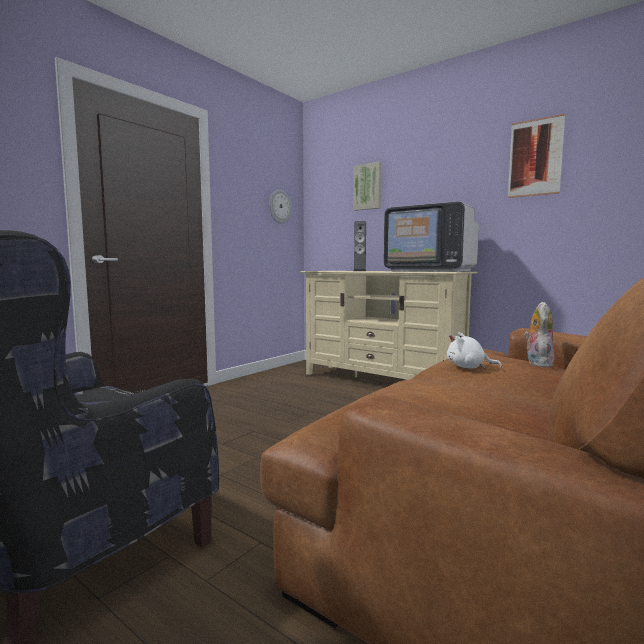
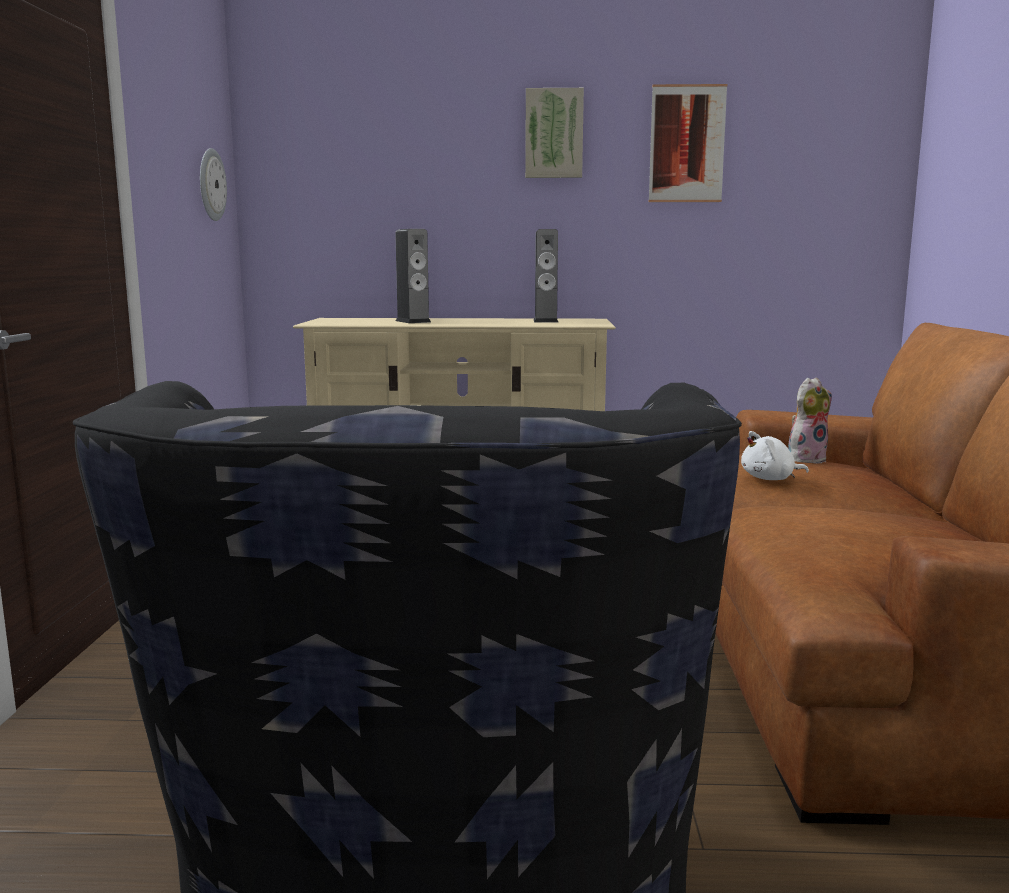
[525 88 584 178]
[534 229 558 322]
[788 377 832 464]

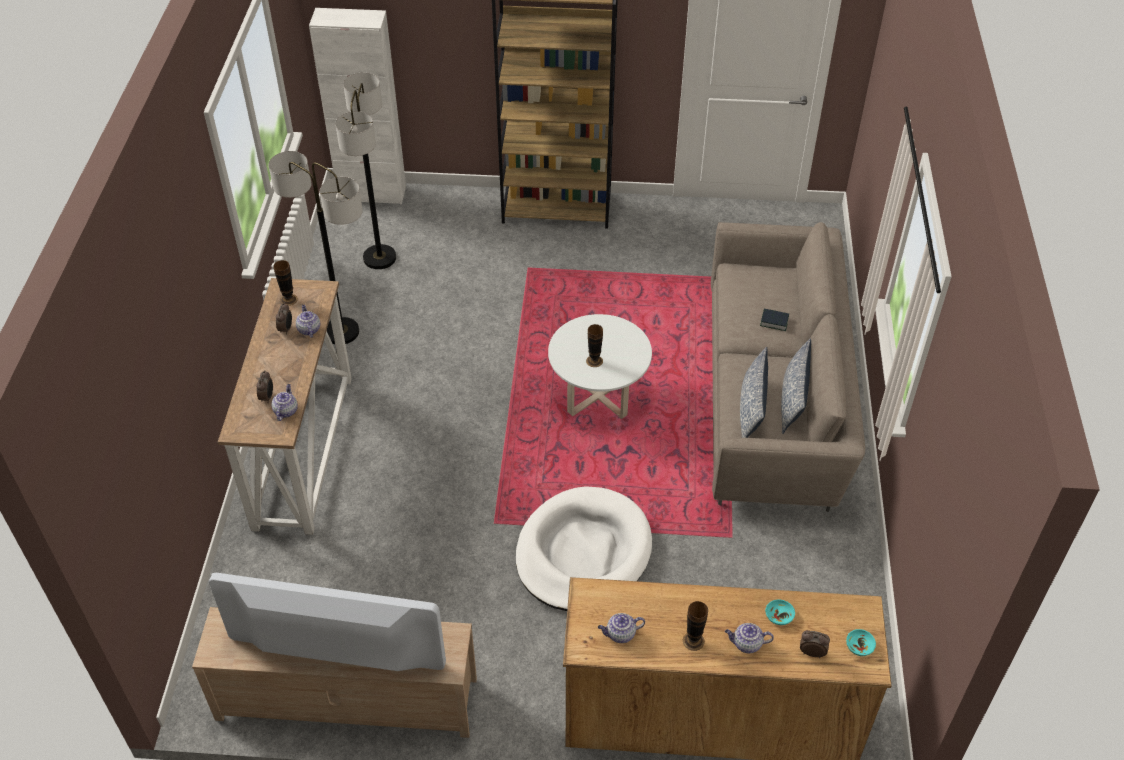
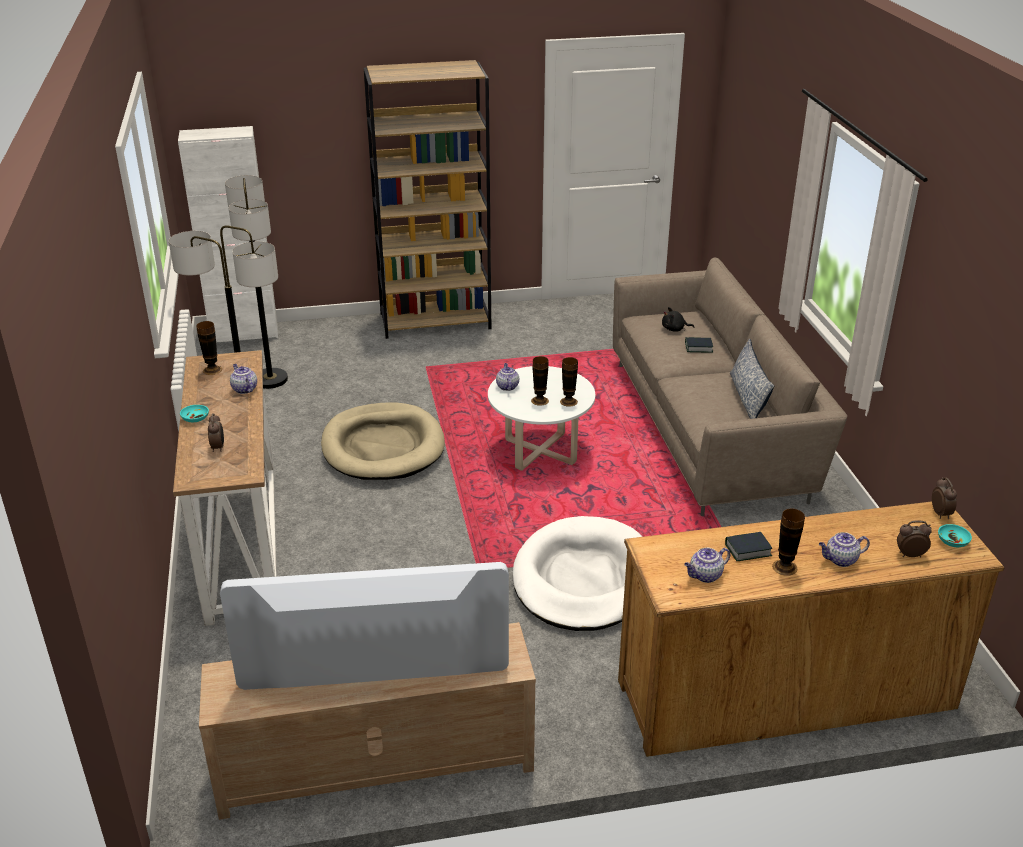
[932 477 957 519]
[740 347 768 438] (first image)
[496 363 519 391]
[180 405 209 422]
[662 307 694 332]
[560 357 578 407]
[321 403 445 480]
[725 532 772 561]

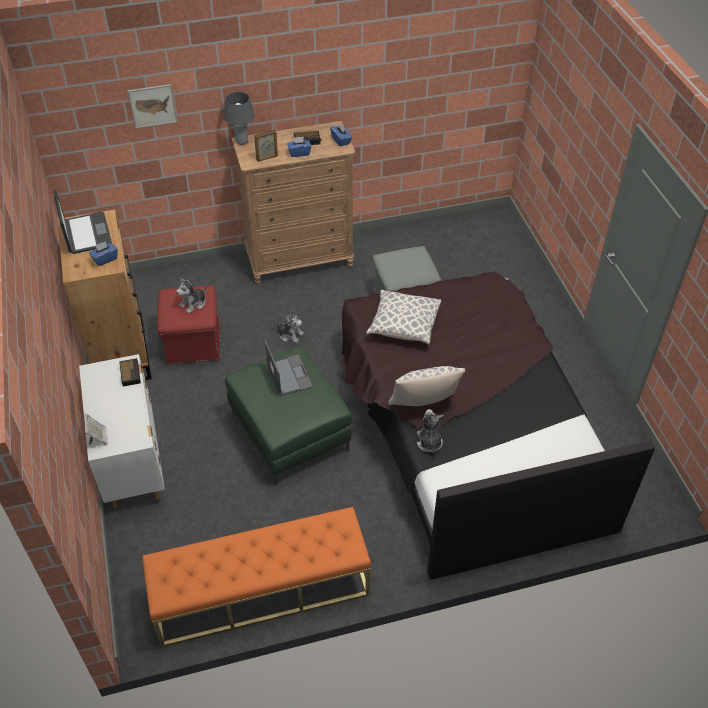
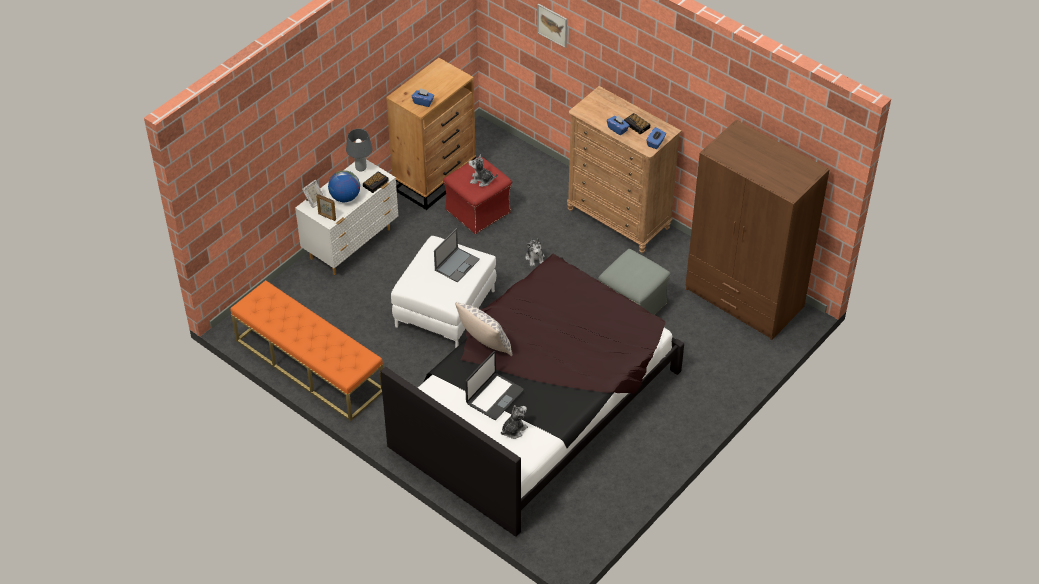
[346 129 373 172]
[316 194 336 221]
[465 351 523 420]
[366 290 441 345] (first image)
[391 236 496 348]
[501 405 528 439]
[685 120 830 340]
[328 170 360 202]

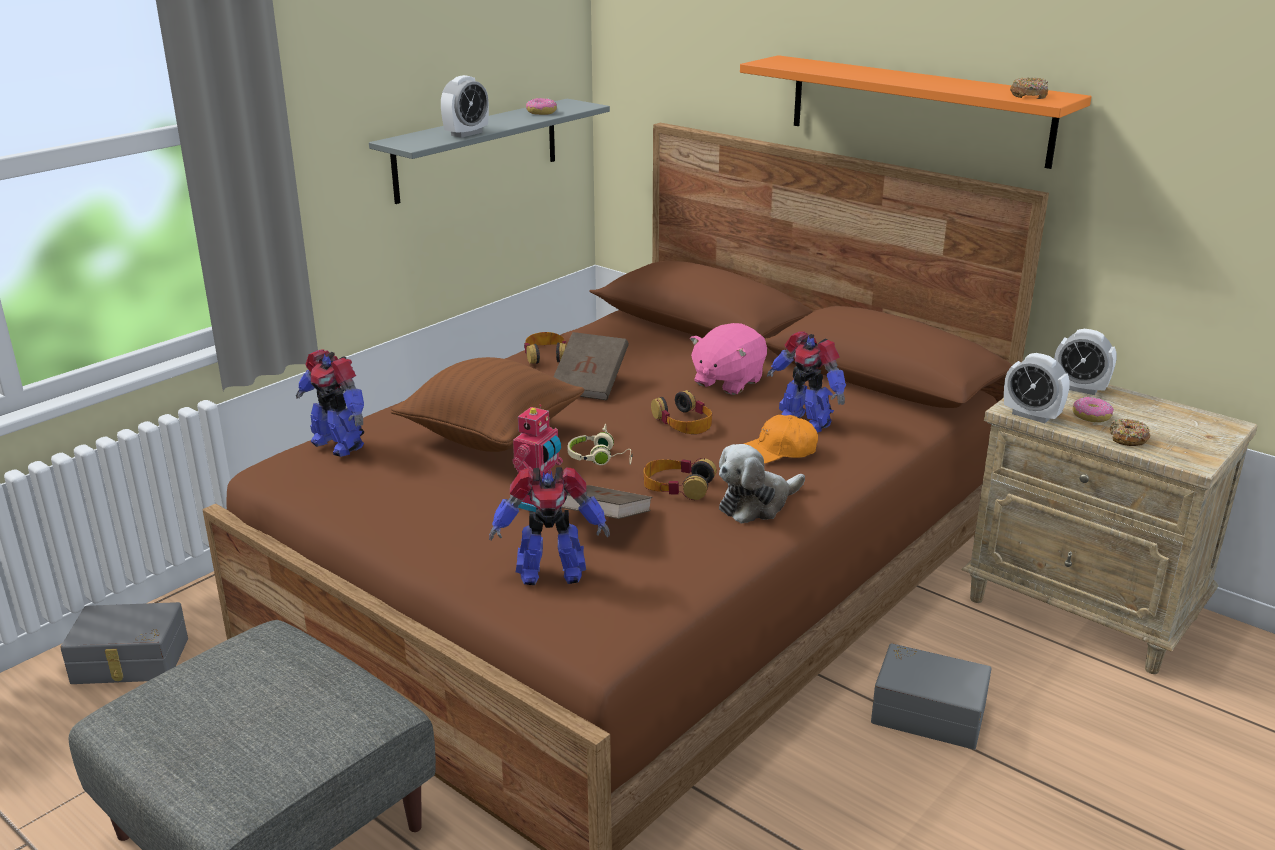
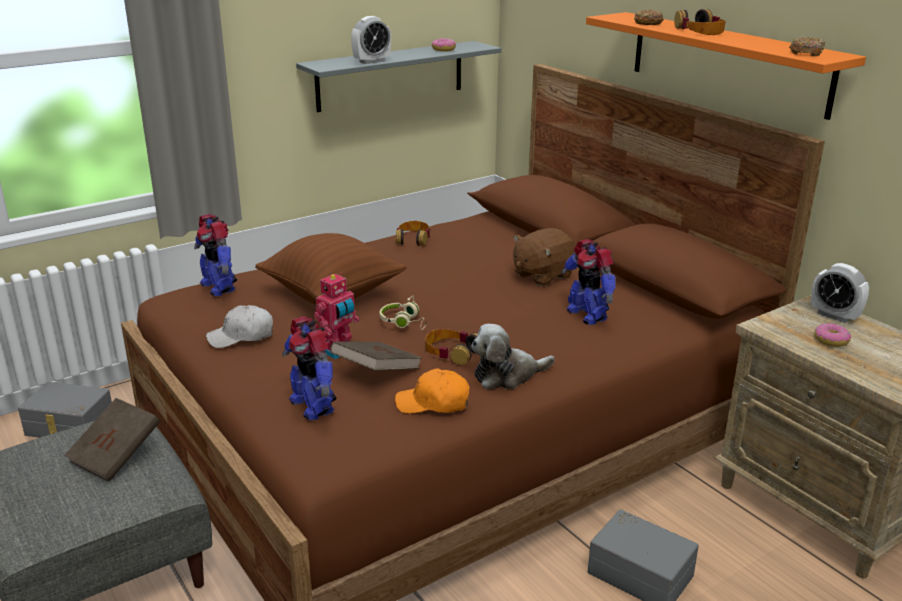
[513 228 576 286]
[64 398 160 482]
[1004 353 1070 423] (first image)
[674 9 726 35]
[395 368 469 414]
[634 10 664 25]
[282 316 336 420]
[206 305 273 348]

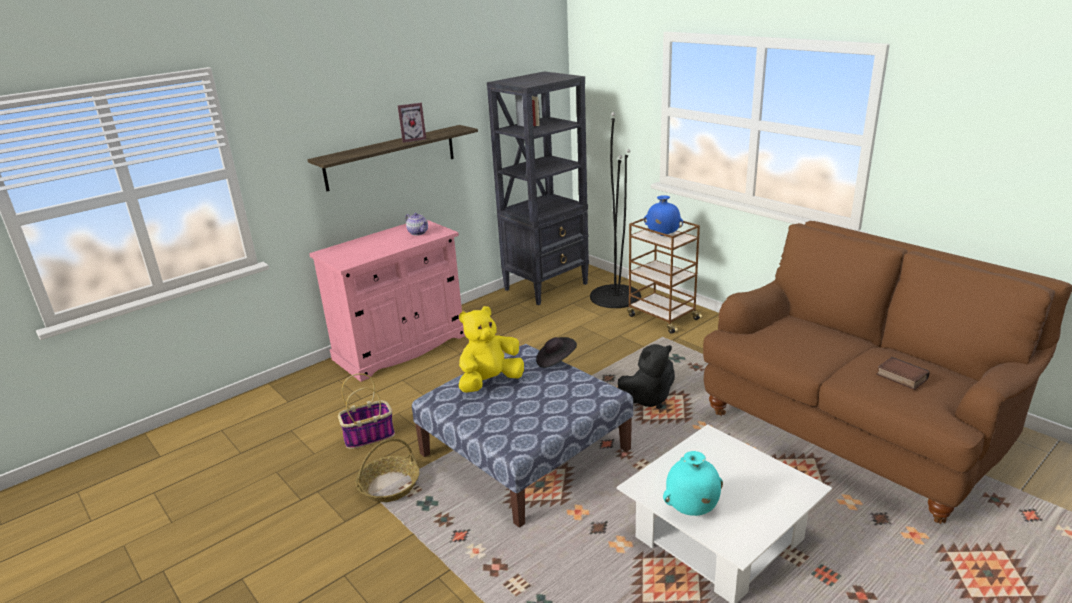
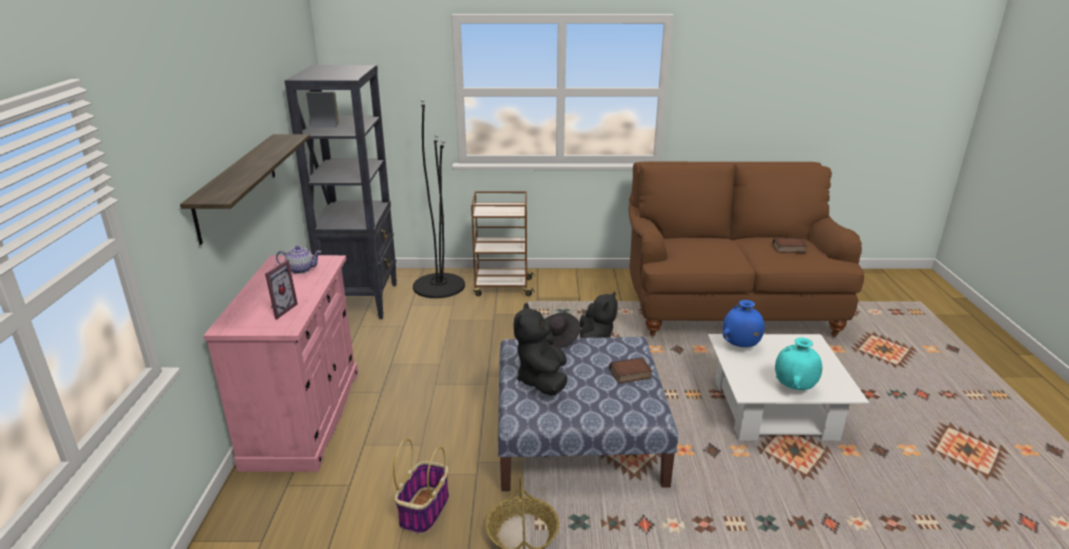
[265 260 298 319]
[723 300 765 347]
[514 303 567 396]
[609 357 652 383]

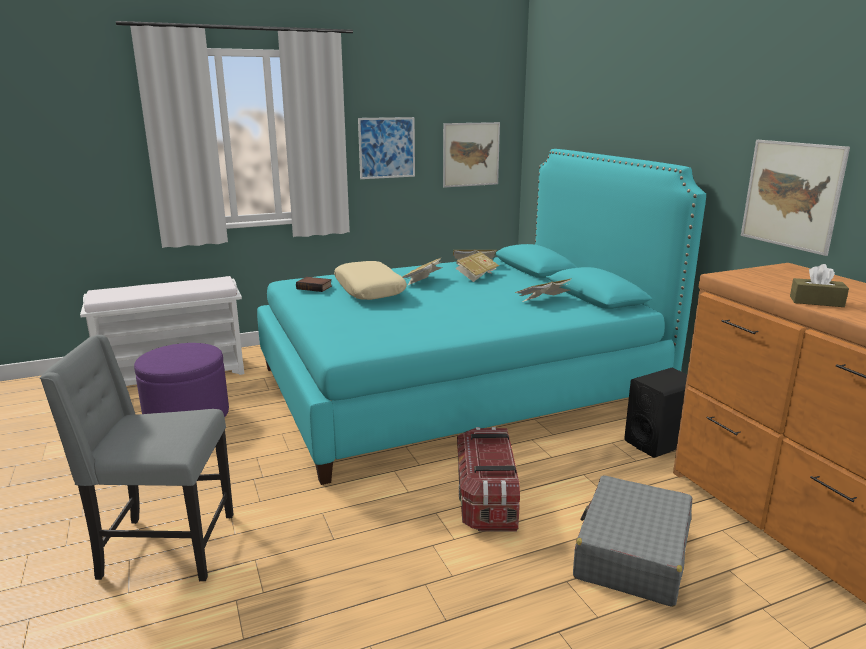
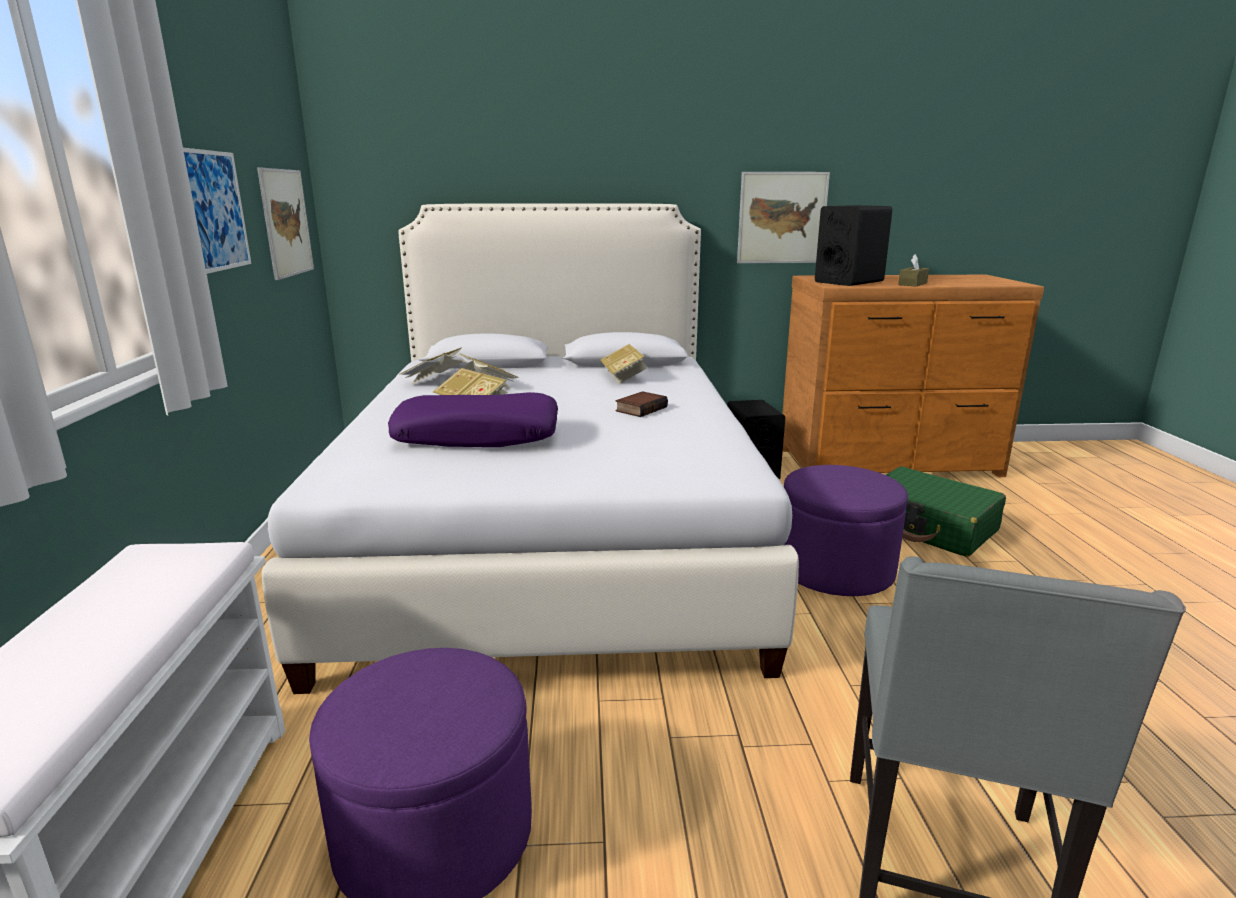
[261 203 799 694]
[388 392 558 447]
[616 391 668 417]
[784 465 908 596]
[887 466 1006 557]
[815 205 893 286]

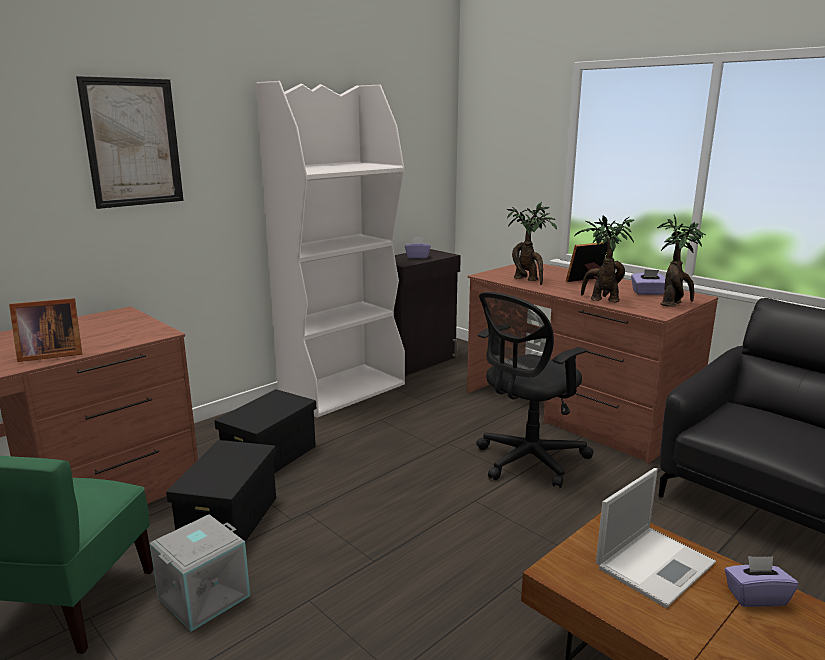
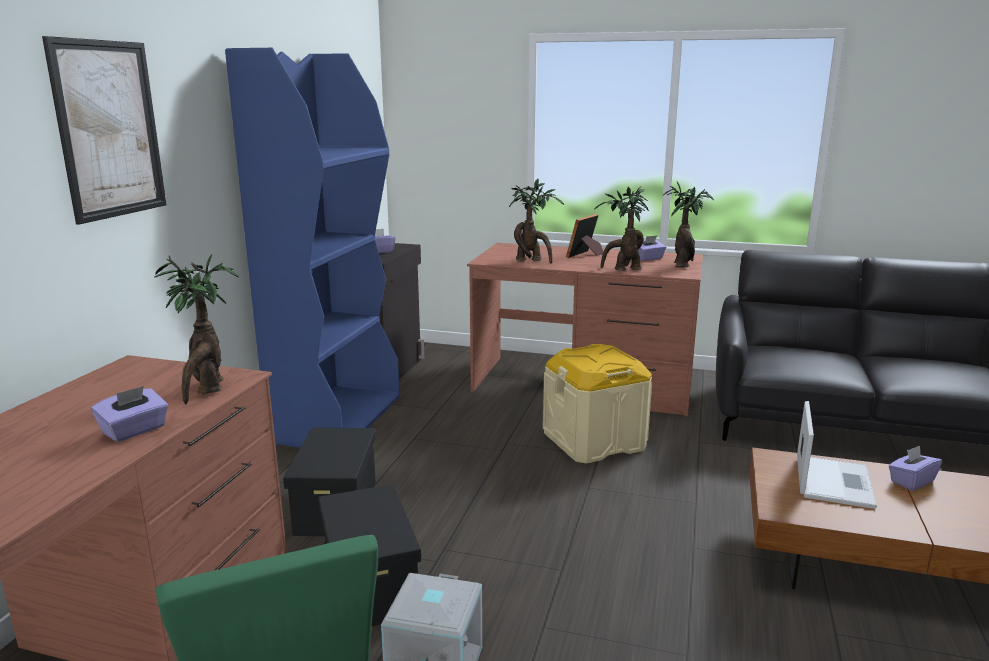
[225 48 400 448]
[543 344 652 464]
[91 386 168 442]
[154 254 238 405]

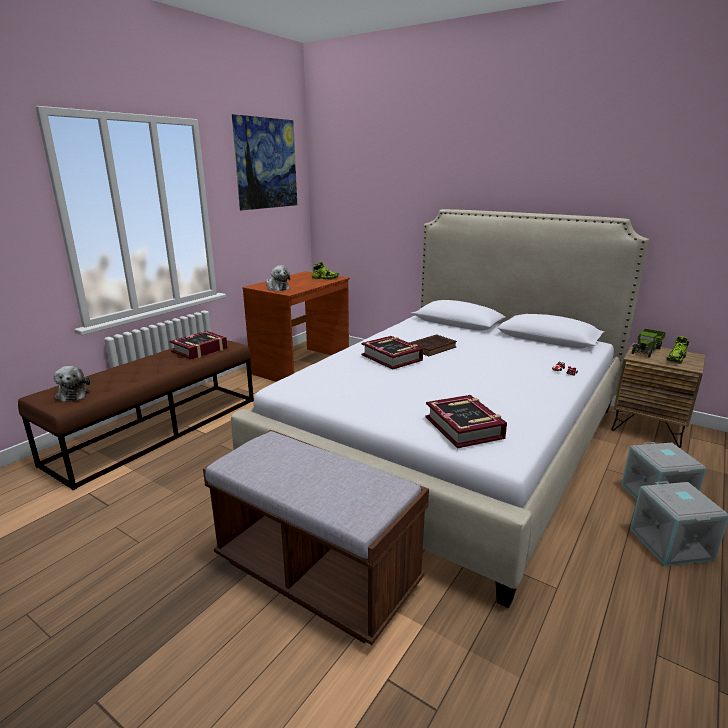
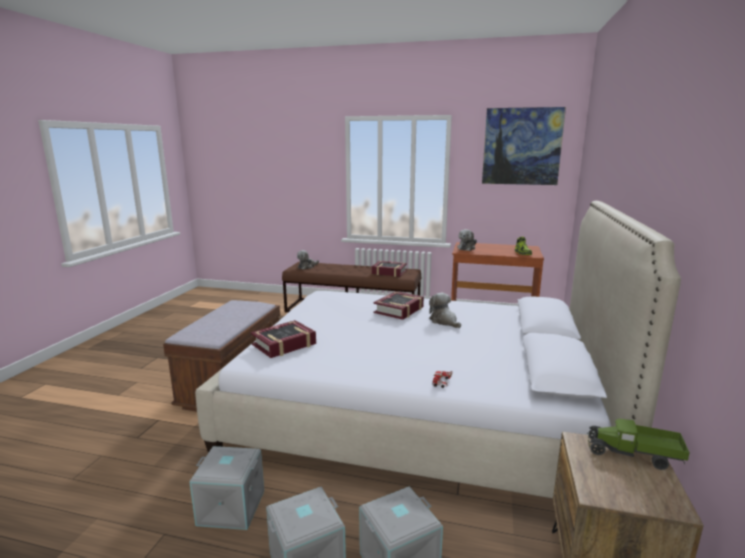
[429 293 461 328]
[666 336 689 364] (first image)
[189 446 264 530]

